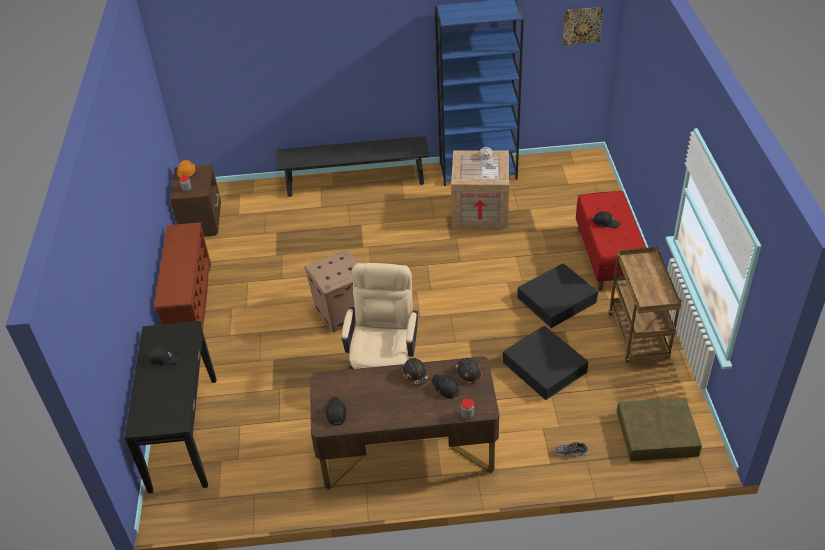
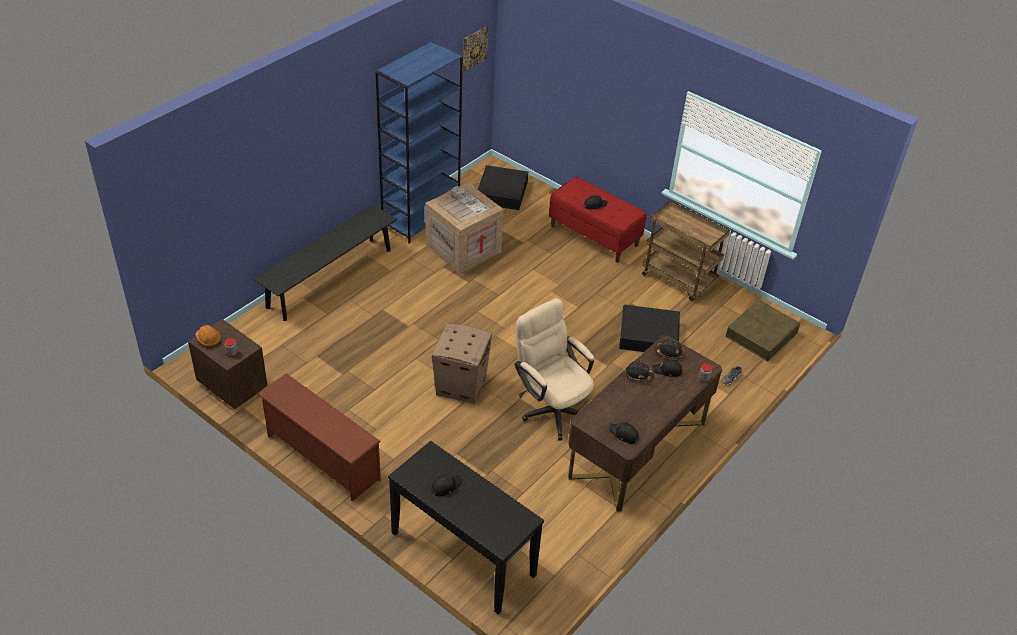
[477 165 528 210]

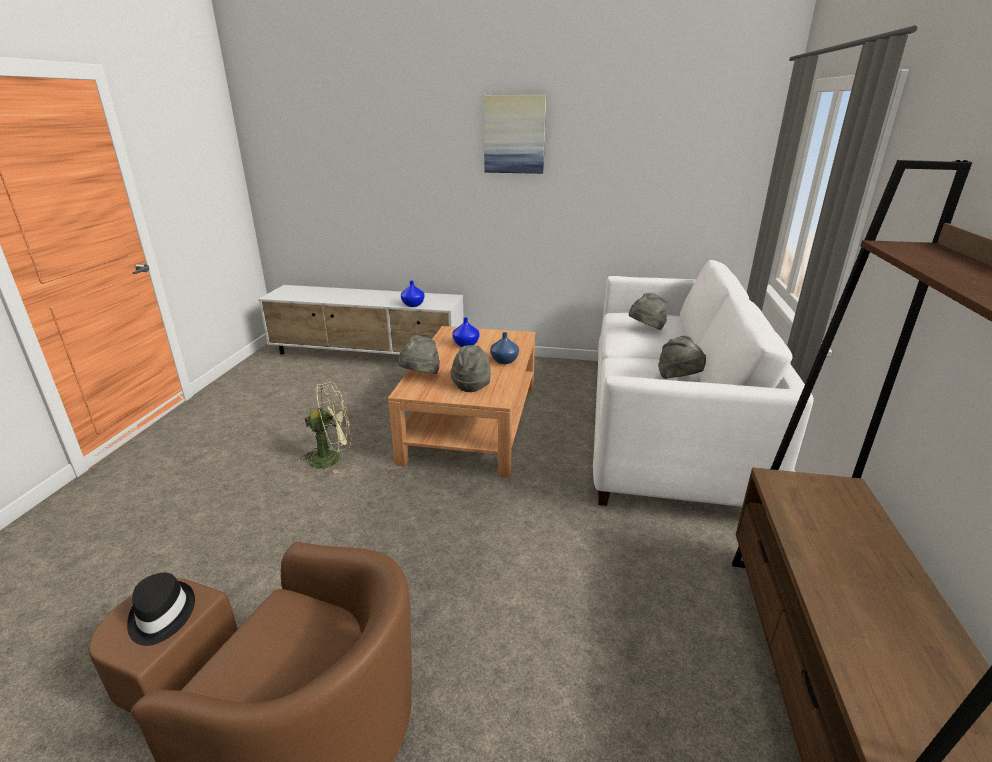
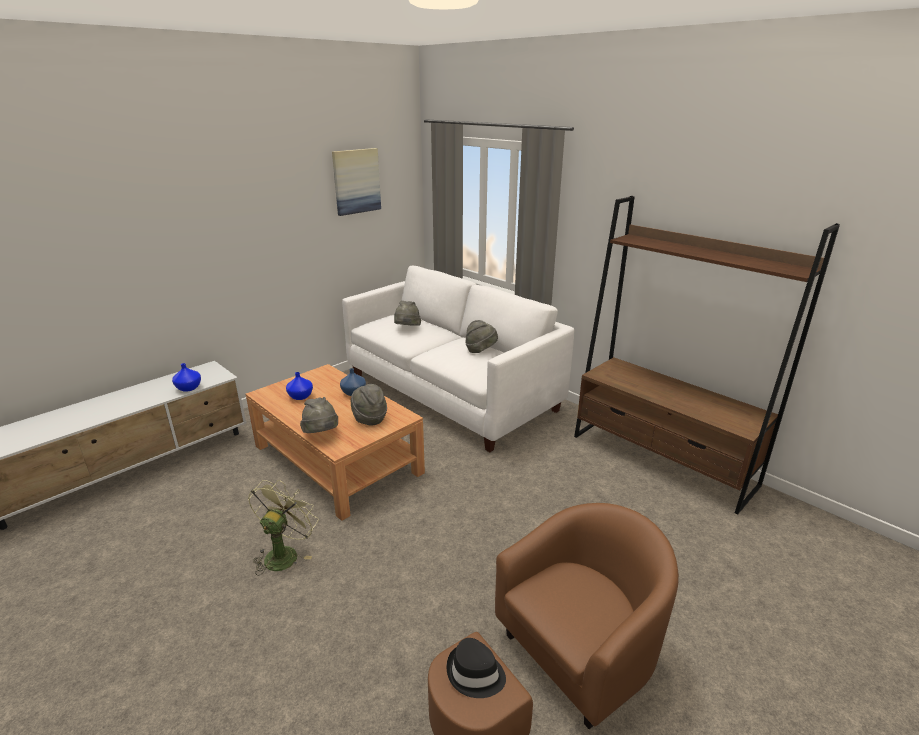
[332 148 381 216]

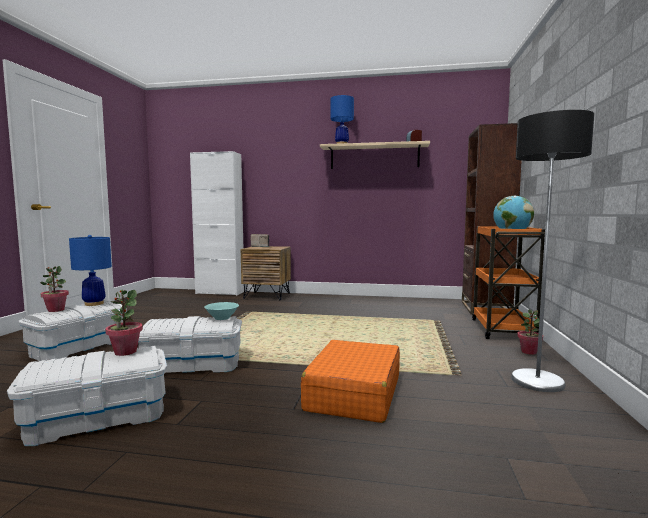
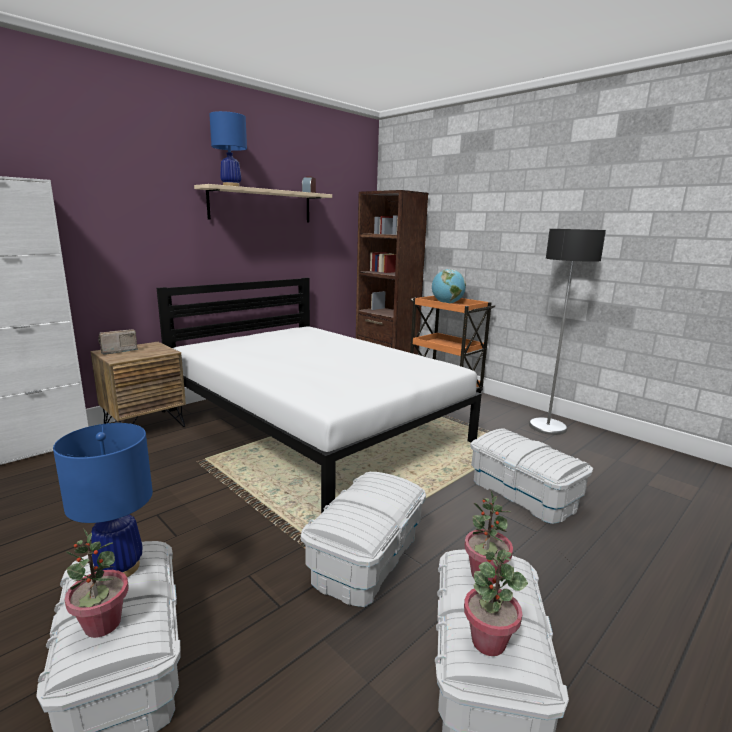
[204 302 239 320] (first image)
[464 549 528 656]
[470 429 593 524]
[157 278 482 513]

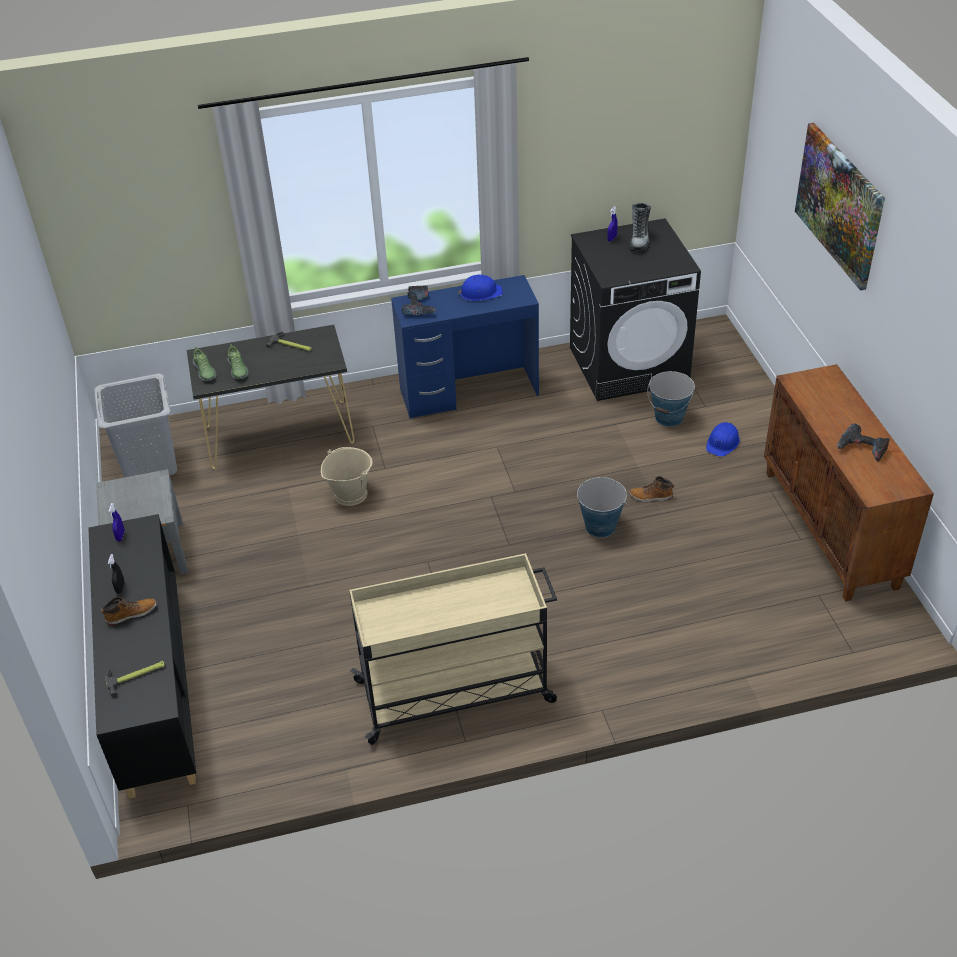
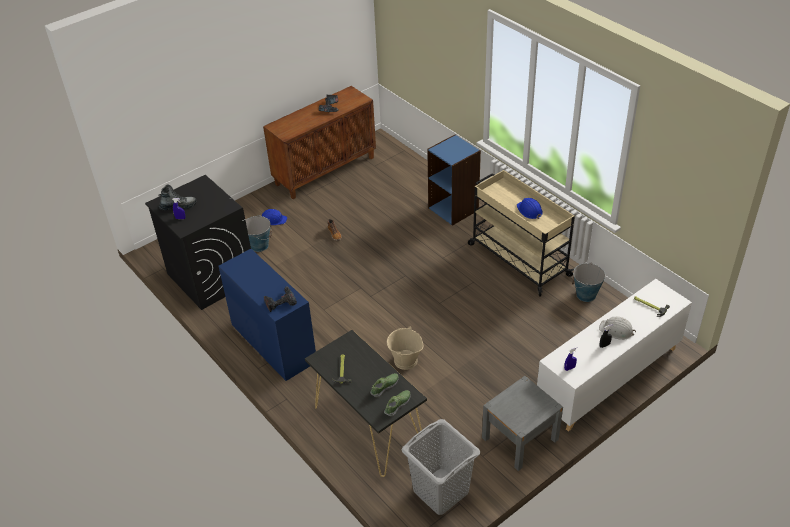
[795 123 885 290] (first image)
[517 198 543 219]
[572 263 605 302]
[537 279 692 432]
[599 317 636 340]
[427 135 481 226]

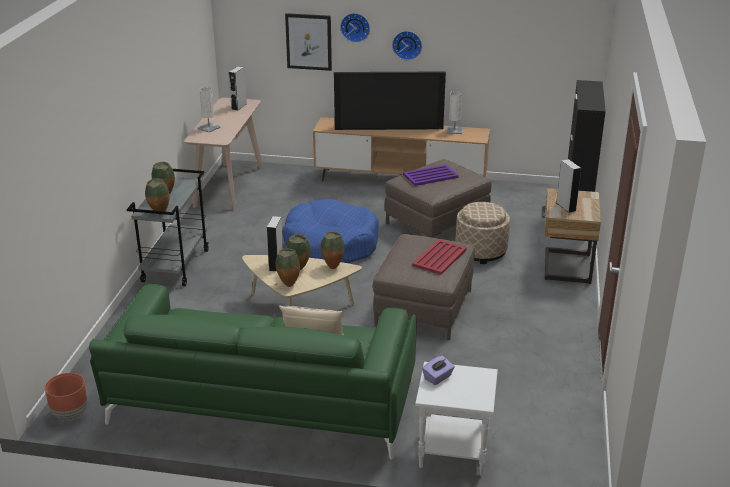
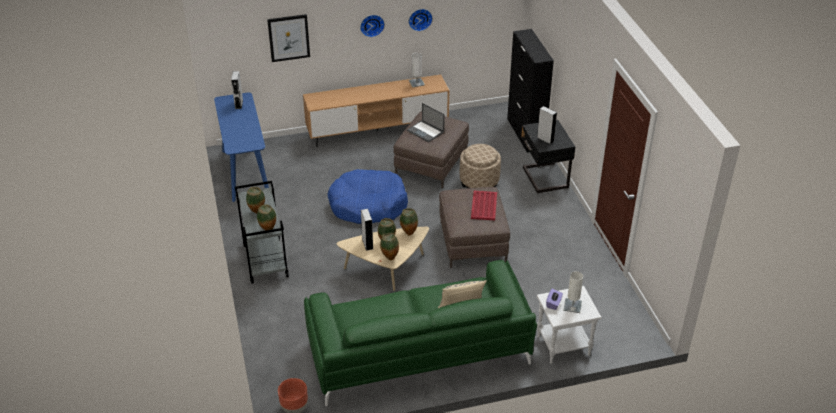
[409 9 433 31]
[334 71 446 130] (first image)
[563 271 583 313]
[214 92 269 202]
[407 103 445 142]
[521 120 575 194]

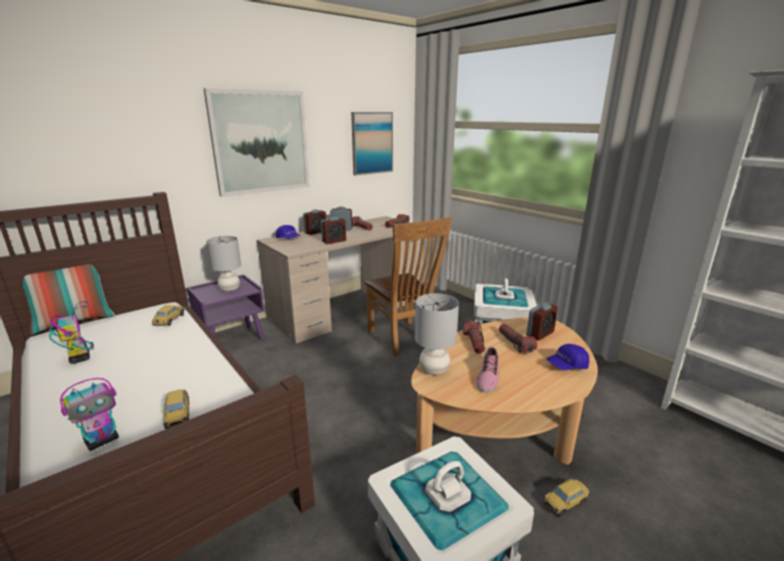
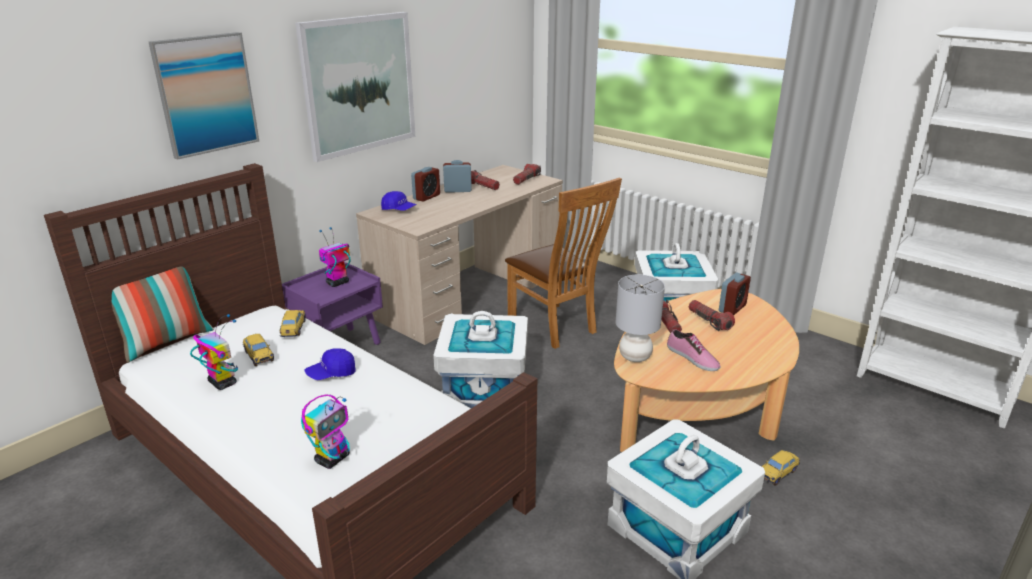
[149 32 259 160]
[321 217 346 244] (first image)
[319 227 351 287]
[304 348 356 380]
[667 329 720 371]
[243 334 274 366]
[433 311 528 408]

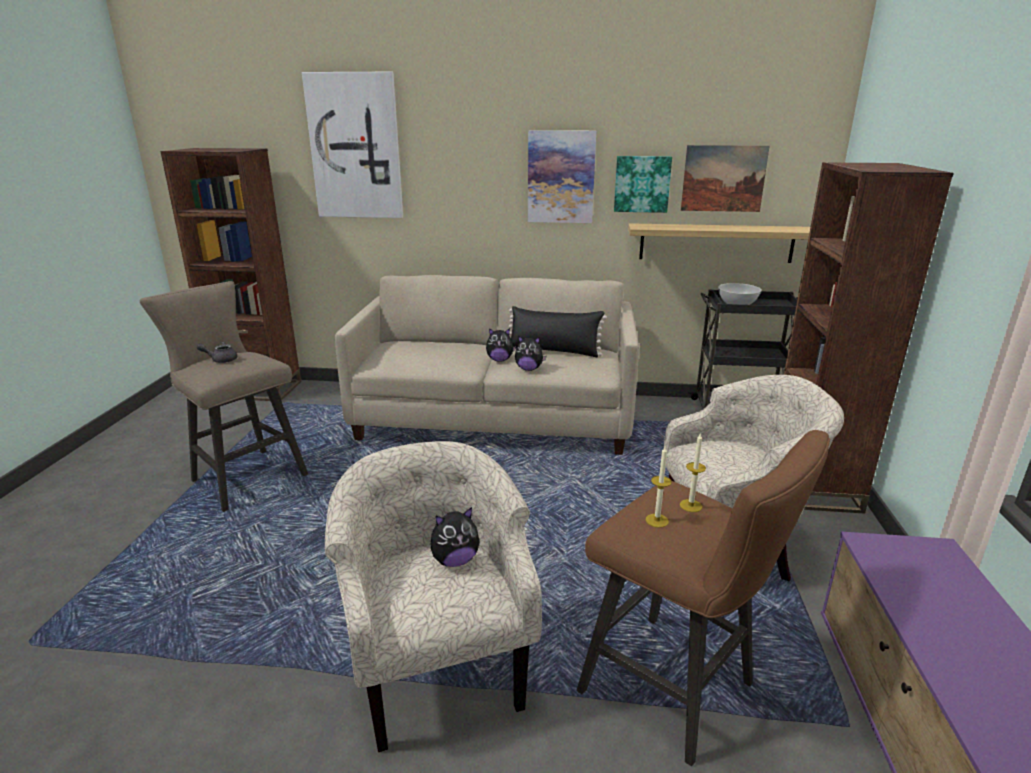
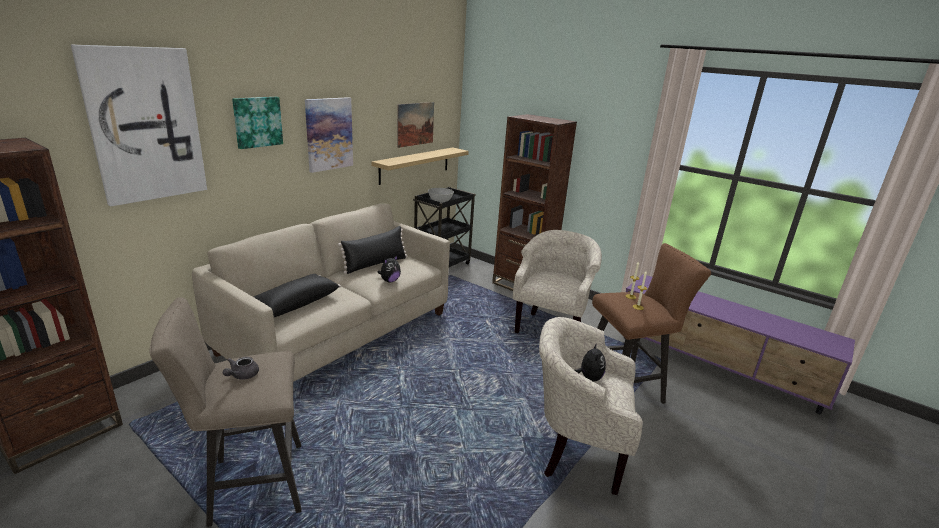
[232 97 283 149]
[486 328 516 362] (first image)
[254 274 341 317]

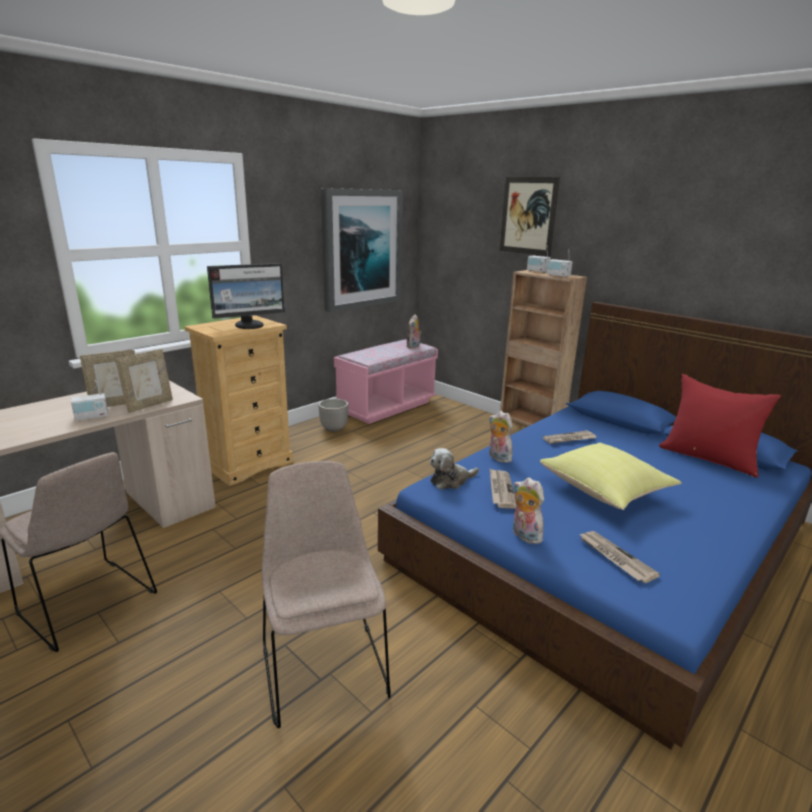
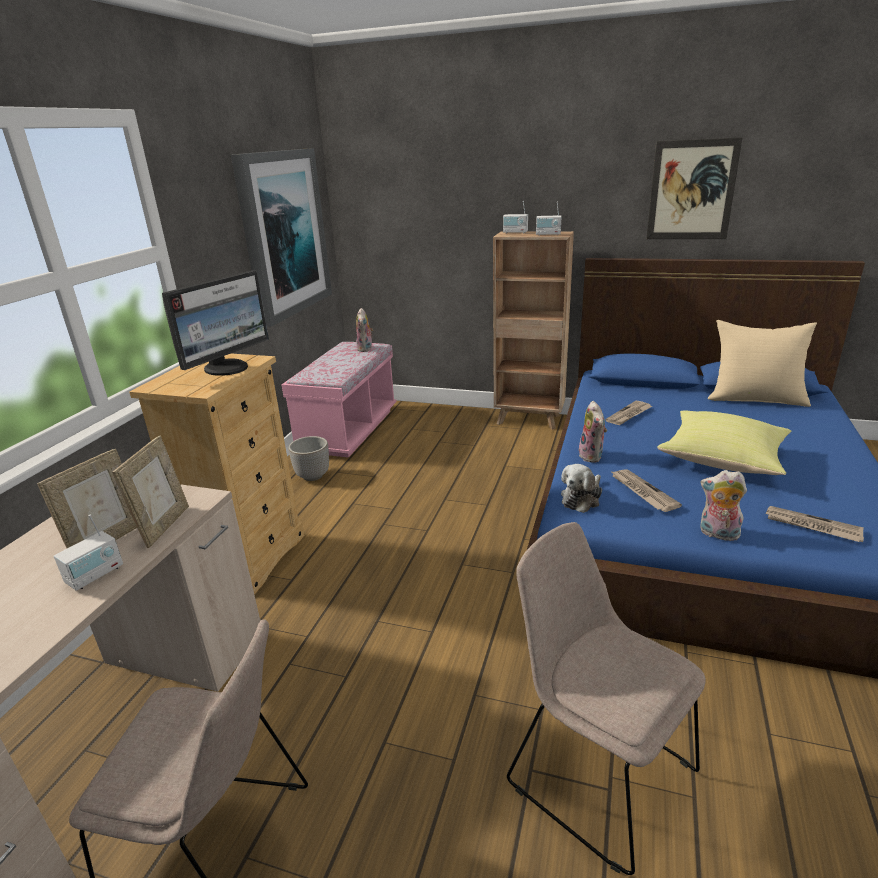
[646 137 743 239]
[708 320 817 407]
[579 401 607 463]

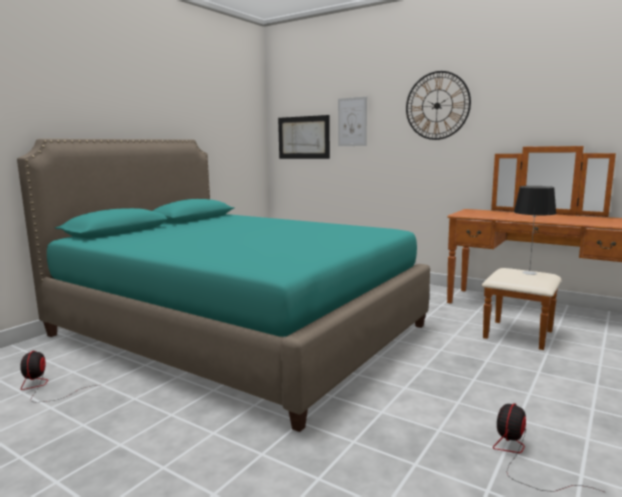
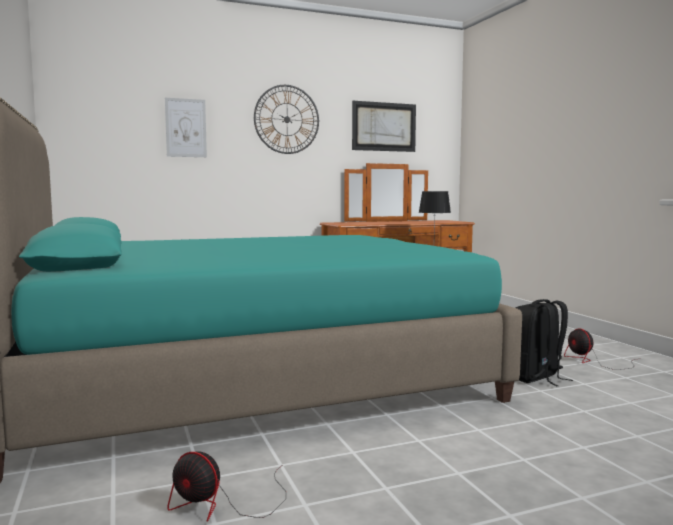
[352 101 416 152]
[515 299 573 386]

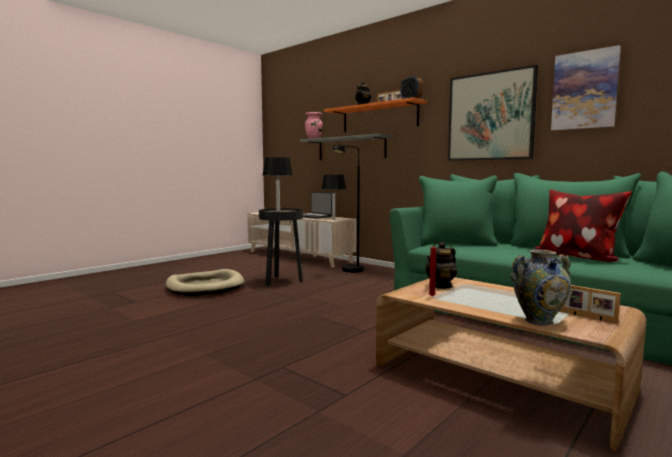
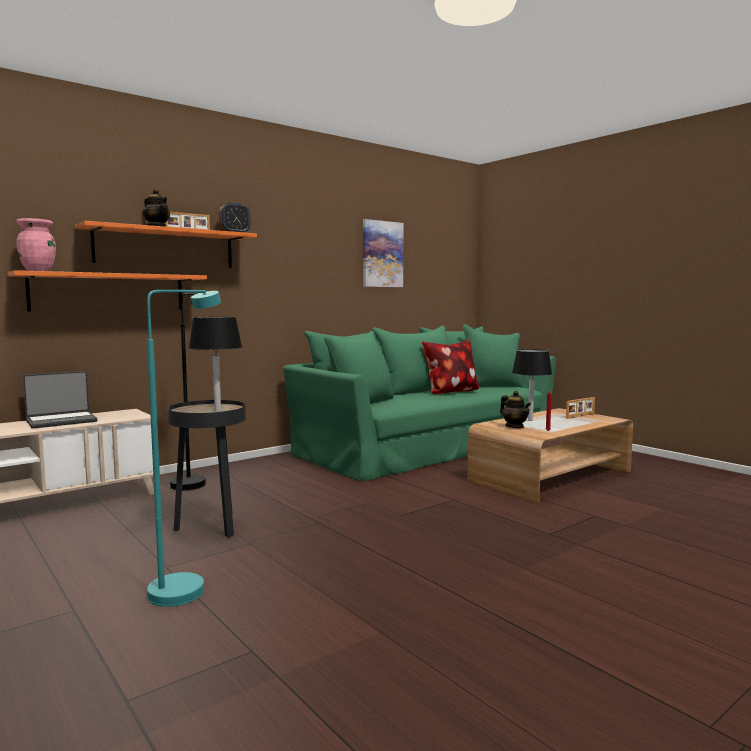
[448 65 538 161] (first image)
[8 270 207 311]
[512 349 552 421]
[510 249 571 326] (first image)
[147 290 221 607]

